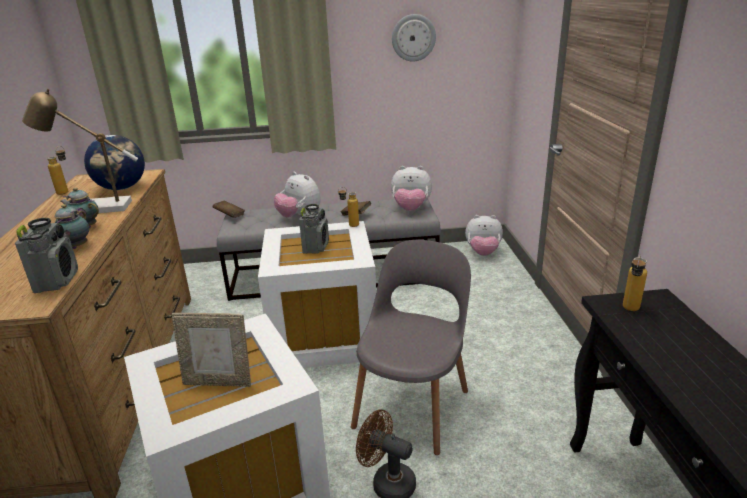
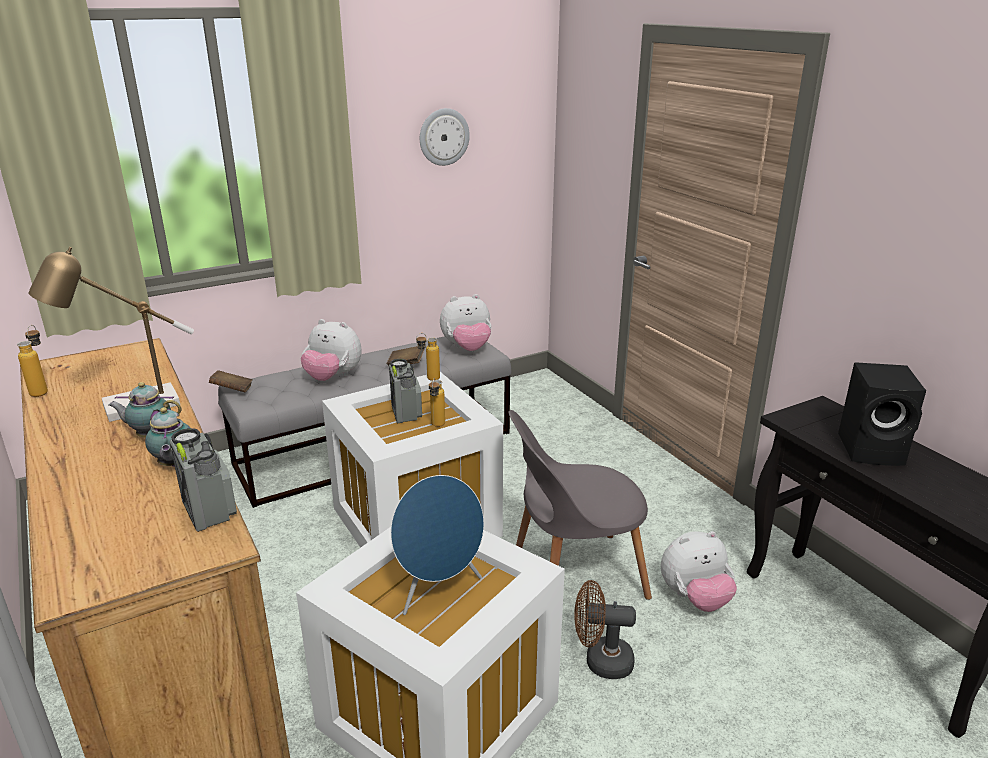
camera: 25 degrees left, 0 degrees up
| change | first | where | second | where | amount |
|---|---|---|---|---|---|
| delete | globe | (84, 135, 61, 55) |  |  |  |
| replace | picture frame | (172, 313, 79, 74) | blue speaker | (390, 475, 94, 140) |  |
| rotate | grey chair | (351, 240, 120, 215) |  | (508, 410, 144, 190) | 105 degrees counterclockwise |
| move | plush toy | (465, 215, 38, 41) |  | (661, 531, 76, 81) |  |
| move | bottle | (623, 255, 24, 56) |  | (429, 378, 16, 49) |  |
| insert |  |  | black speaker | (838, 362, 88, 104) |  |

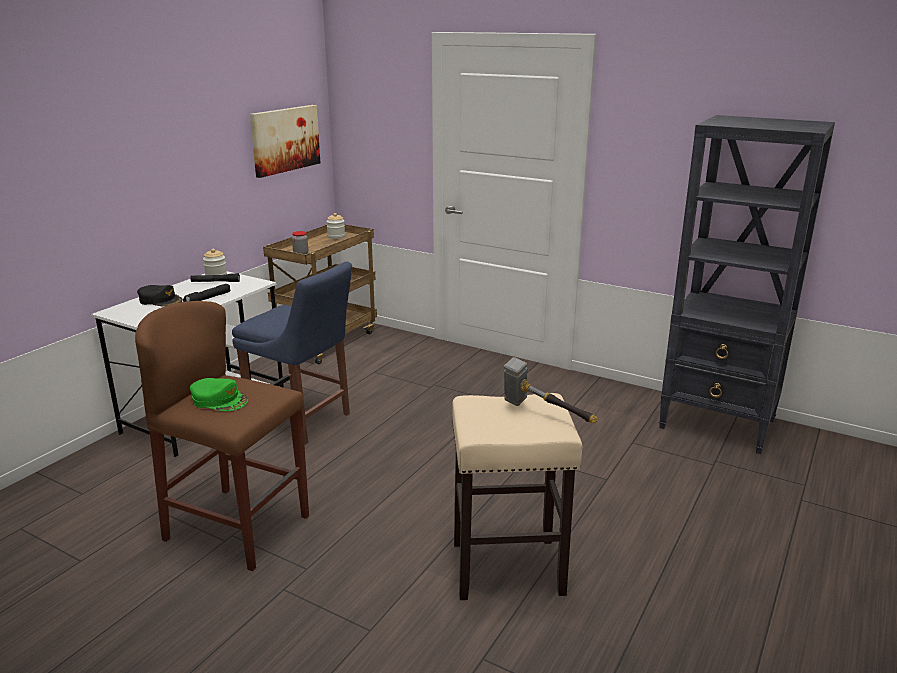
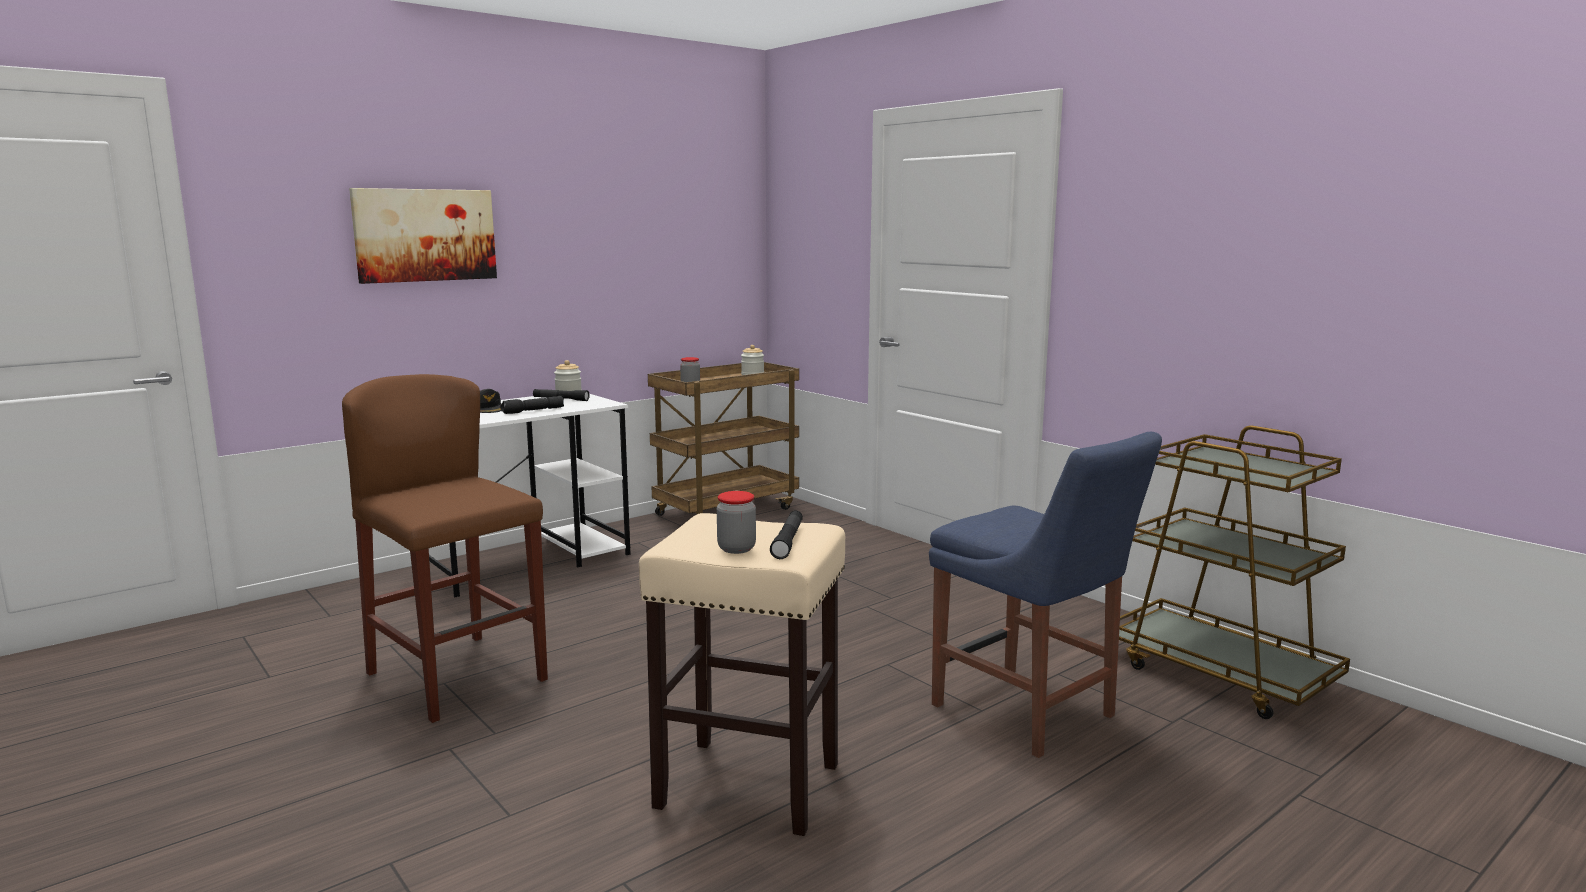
camera: 20 degrees right, 10 degrees down
| change | first | where | second | where | amount |
|---|---|---|---|---|---|
| delete | green cap | (190, 378, 58, 33) |  |  |  |
| move | blue chair | (232, 262, 120, 183) |  | (929, 432, 233, 326) |  |
| move | picture | (250, 105, 70, 73) |  | (349, 188, 148, 96) |  |
| replace | hammer | (504, 357, 94, 66) | black flashlight | (770, 510, 33, 49) |  |
| replace | black bookcase | (659, 115, 176, 339) | brown cart | (1119, 425, 231, 294) |  |
| insert |  |  | jar | (717, 491, 39, 63) |  |

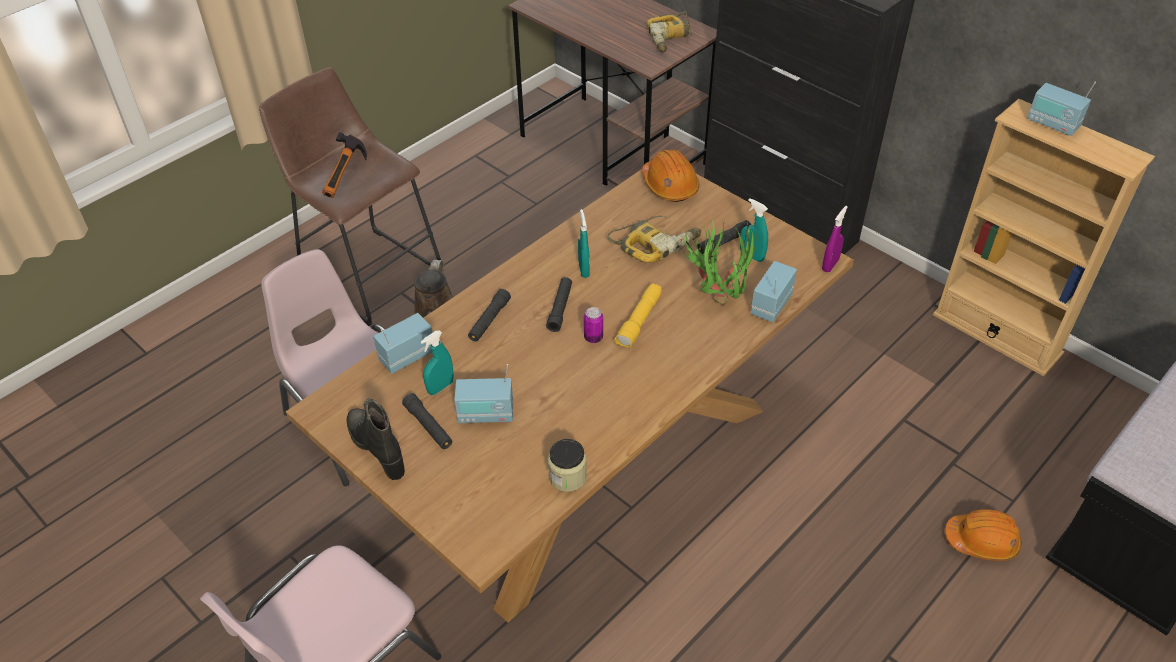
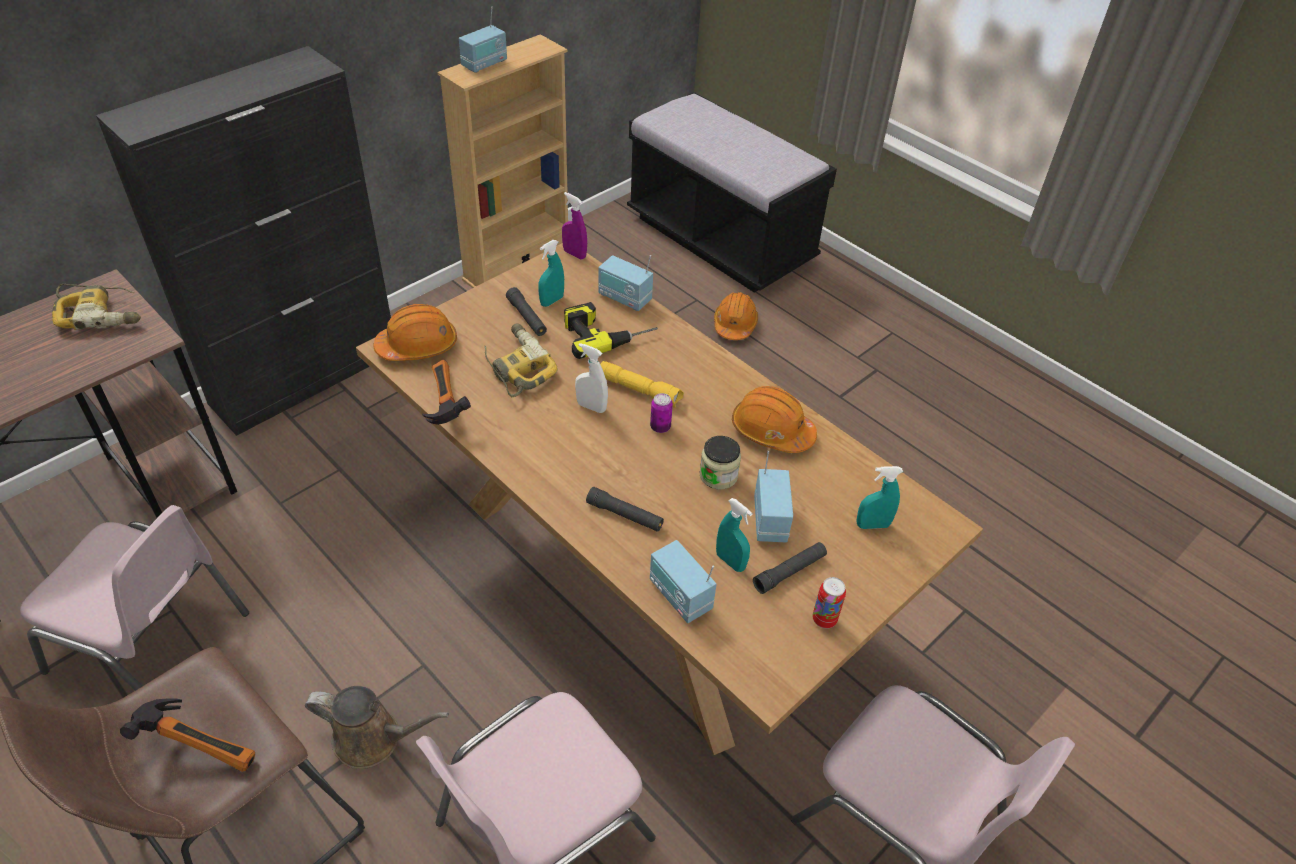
camera: 90 degrees left, 0 degrees up
| change | first | where | second | where | amount |
|---|---|---|---|---|---|
| replace | black boot | (346, 399, 59, 81) | can | (812, 577, 34, 52) |  |
| delete | black flashlight | (546, 277, 26, 55) |  |  |  |
| move | jar | (548, 439, 39, 53) |  | (700, 436, 41, 53) |  |
| move | turquoise spray bottle | (578, 209, 12, 69) |  | (856, 466, 47, 63) |  |
| replace | potted plant | (679, 220, 79, 85) | power drill | (564, 302, 94, 57) |  |
| insert |  |  | pink chair | (20, 505, 229, 186) |  |
| insert |  |  | hammer | (422, 360, 49, 65) |  |
| insert |  |  | white spray bottle | (575, 343, 33, 70) |  |
| insert |  |  | orange hard hat | (732, 386, 85, 67) |  |

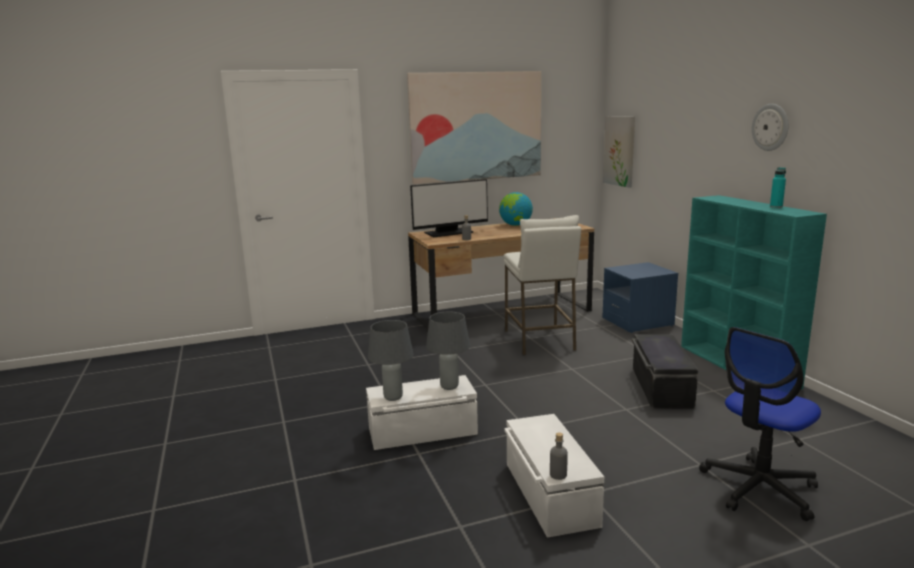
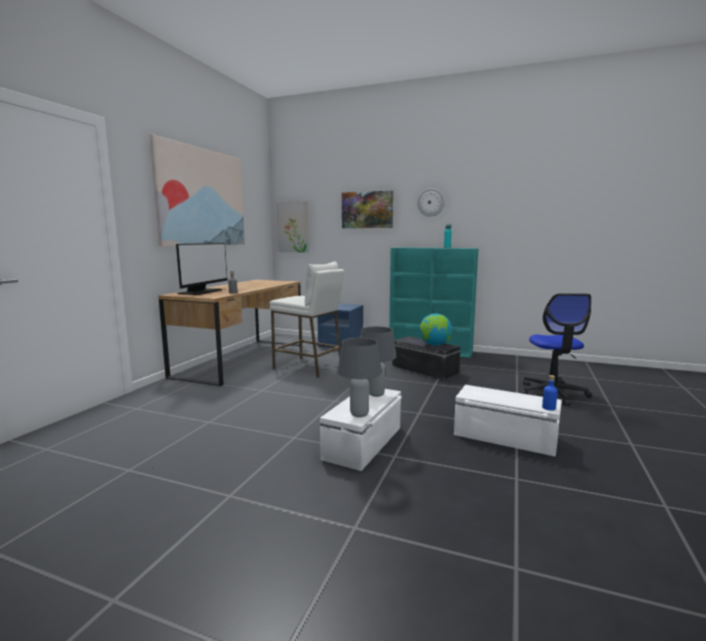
camera: 50 degrees left, 5 degrees down
| change | first | where | second | where | amount |
|---|---|---|---|---|---|
| move | globe | (499, 192, 34, 34) |  | (419, 313, 33, 33) |  |
| recolor | grey bottle | (550, 432, 18, 48) | blue bottle | (542, 375, 16, 36) |  |
| insert |  |  | picture | (342, 191, 51, 37) |  |

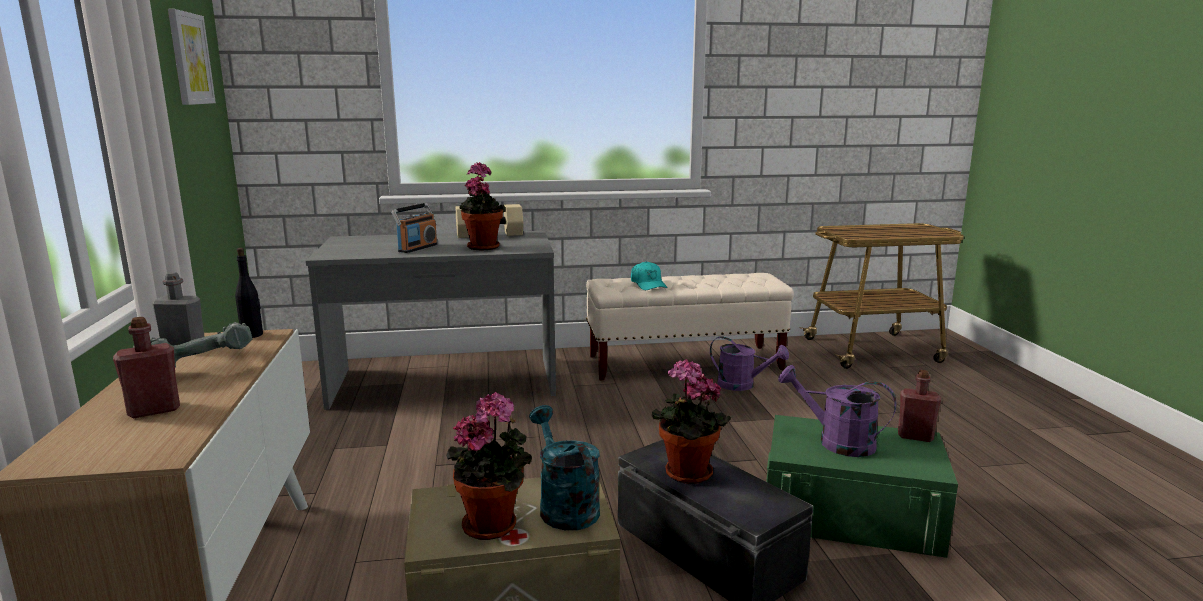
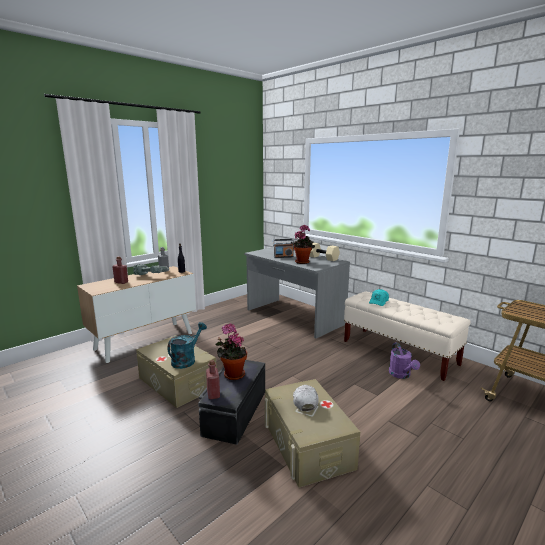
camera: 55 degrees right, 0 degrees up
| change | first | where | second | where | amount |
|---|---|---|---|---|---|
| delete | picture | (168, 9, 48, 96) |  |  |  |
| delete | potted plant | (446, 392, 86, 148) |  |  |  |
| recolor | green storage box | (766, 415, 192, 143) | beige storage box | (265, 379, 95, 109) |  |
| replace | purple watering can | (778, 365, 119, 92) | white cap | (293, 385, 26, 26) |  |
| move | red bottle | (898, 370, 43, 72) |  | (206, 360, 14, 39) |  |

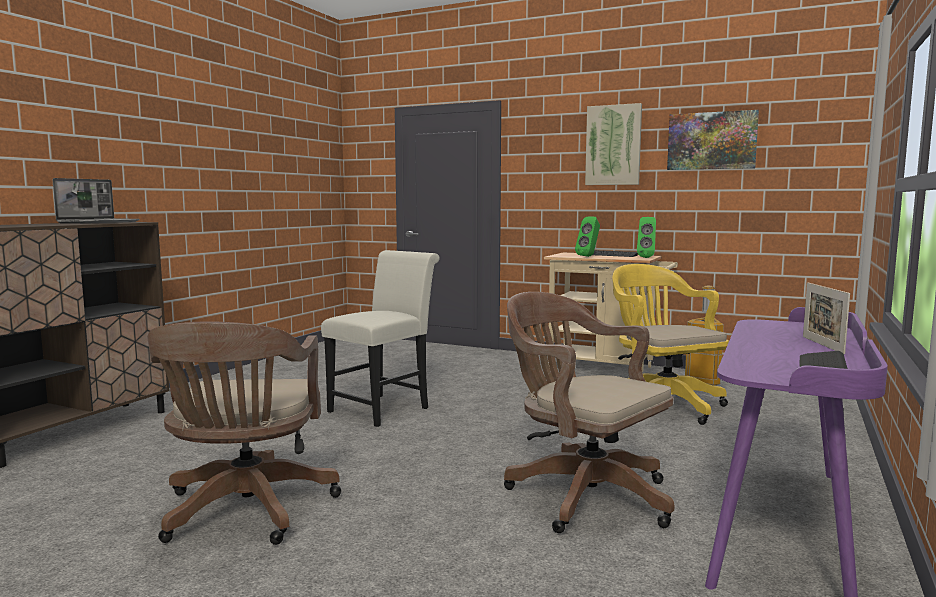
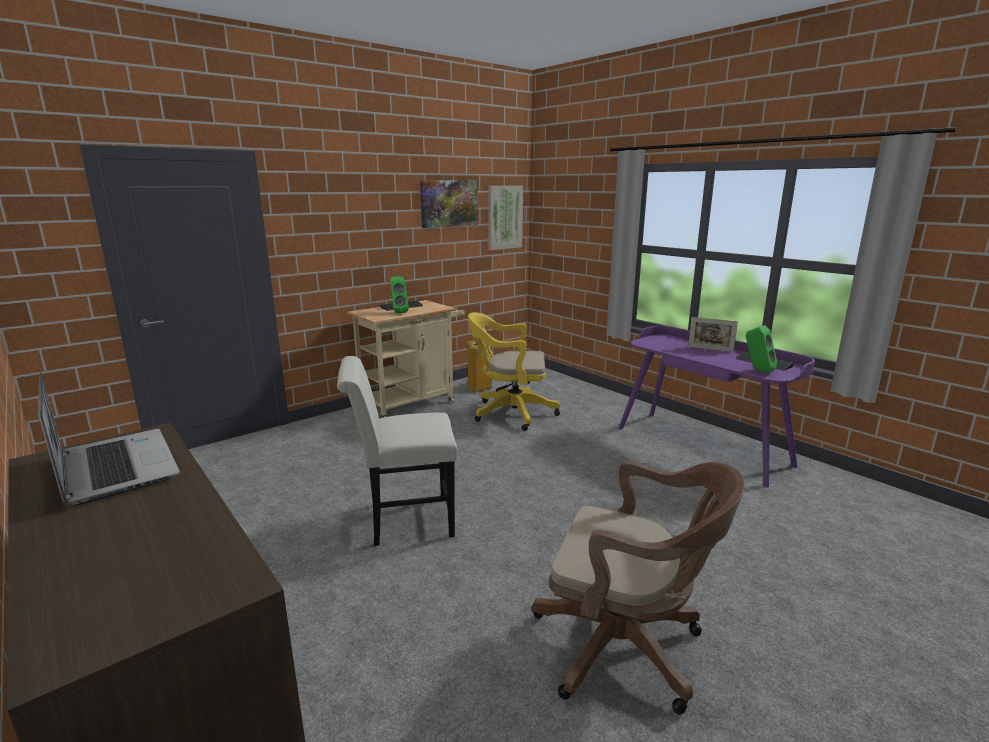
camera: 65 degrees left, 10 degrees up
| change | first | where | second | where | amount |
|---|---|---|---|---|---|
| rotate | white chair | (321, 250, 119, 177) |  | (337, 356, 120, 190) | 75 degrees counterclockwise |
| delete | brown office chair | (504, 292, 170, 241) |  |  |  |
| move | picture | (585, 103, 57, 82) |  | (488, 186, 35, 64) |  |
| move | green speaker | (637, 217, 19, 41) |  | (746, 325, 32, 48) |  |

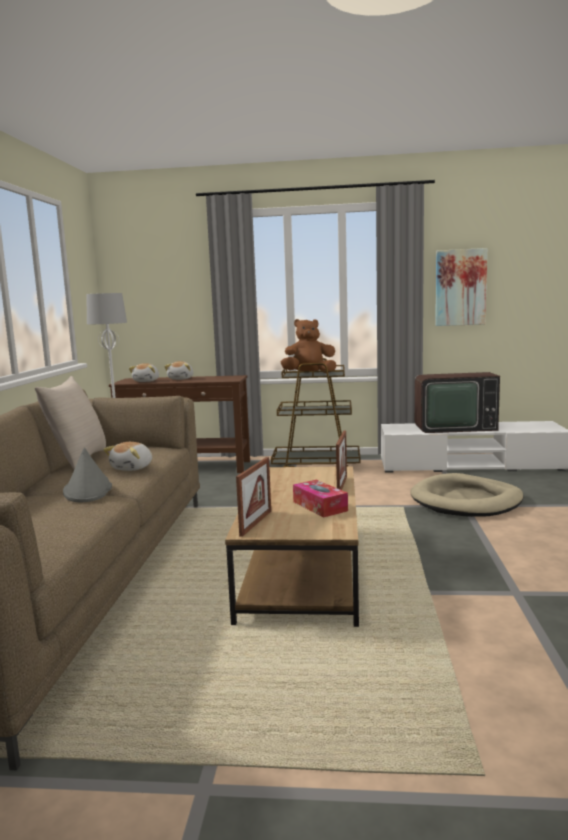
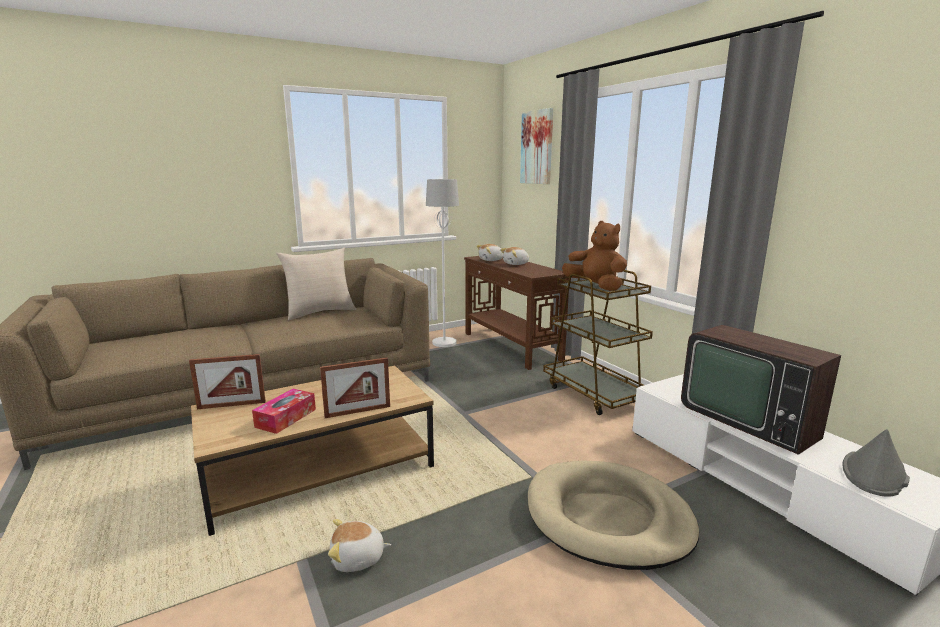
camera: 55 degrees right, 5 degrees up
| change | first | where | second | where | amount |
|---|---|---|---|---|---|
| move | grey hat | (63, 448, 49, 54) |  | (843, 429, 67, 68) |  |
| move | plush toy | (103, 442, 49, 29) |  | (328, 519, 63, 53) |  |
| move | picture | (435, 248, 52, 78) |  | (520, 108, 33, 76) |  |

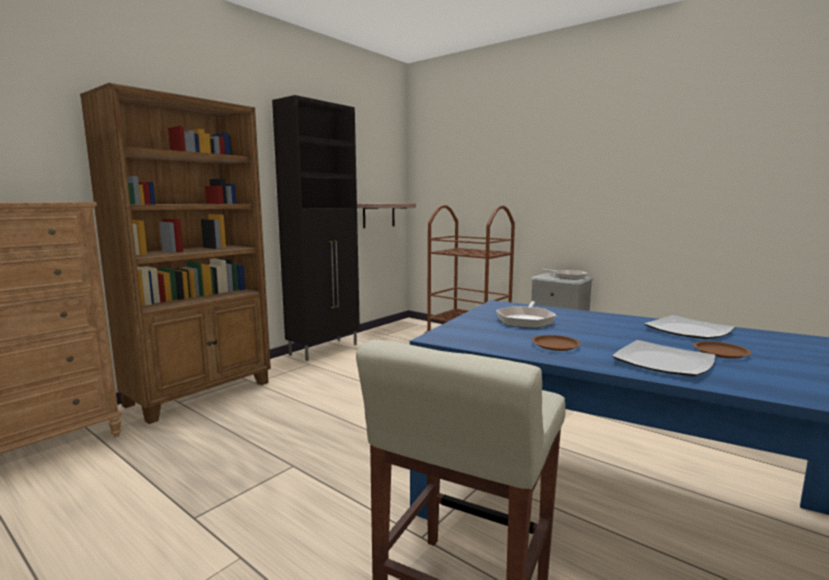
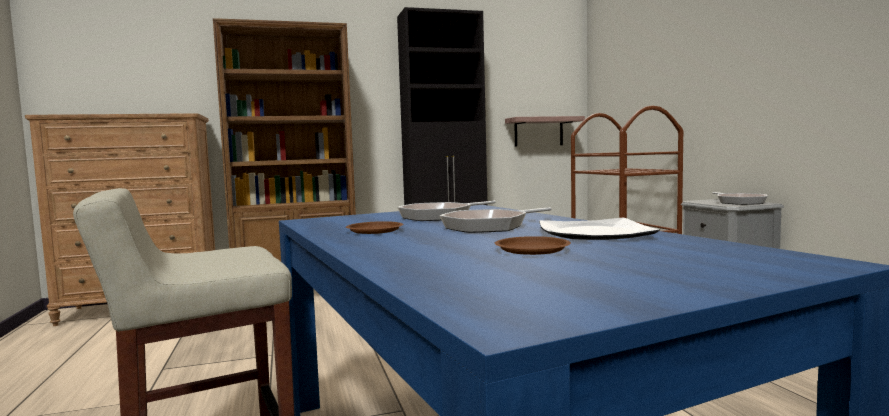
camera: 35 degrees right, 5 degrees down
| change | first | where | second | where | amount |
|---|---|---|---|---|---|
| delete | plate | (612, 340, 104, 37) |  |  |  |
| insert |  |  | frying pan | (440, 207, 112, 26) |  |

